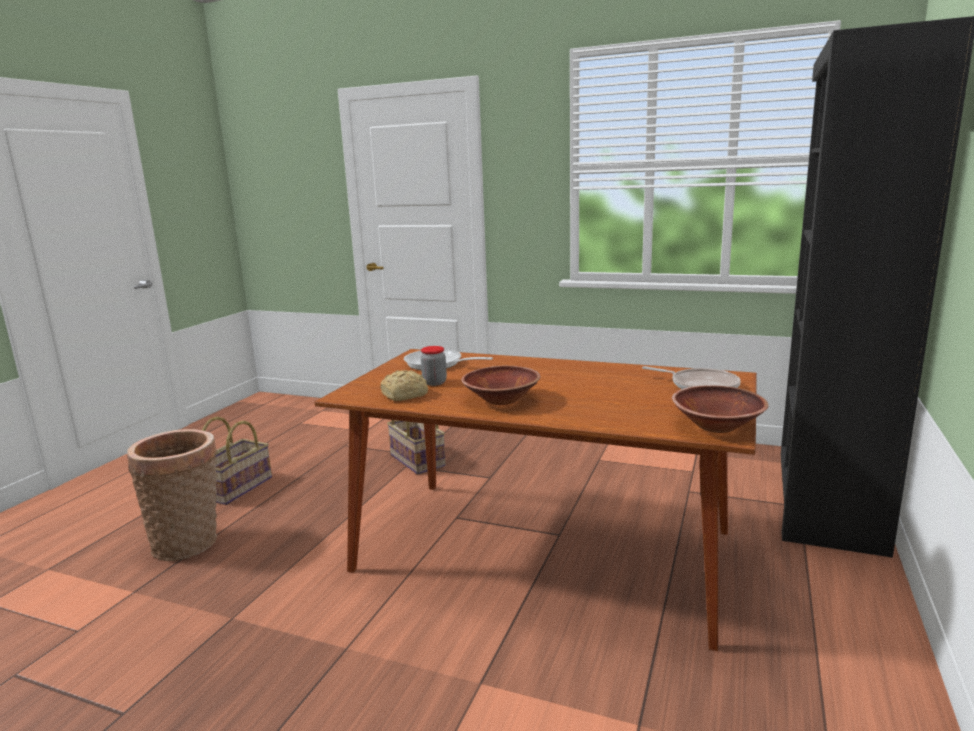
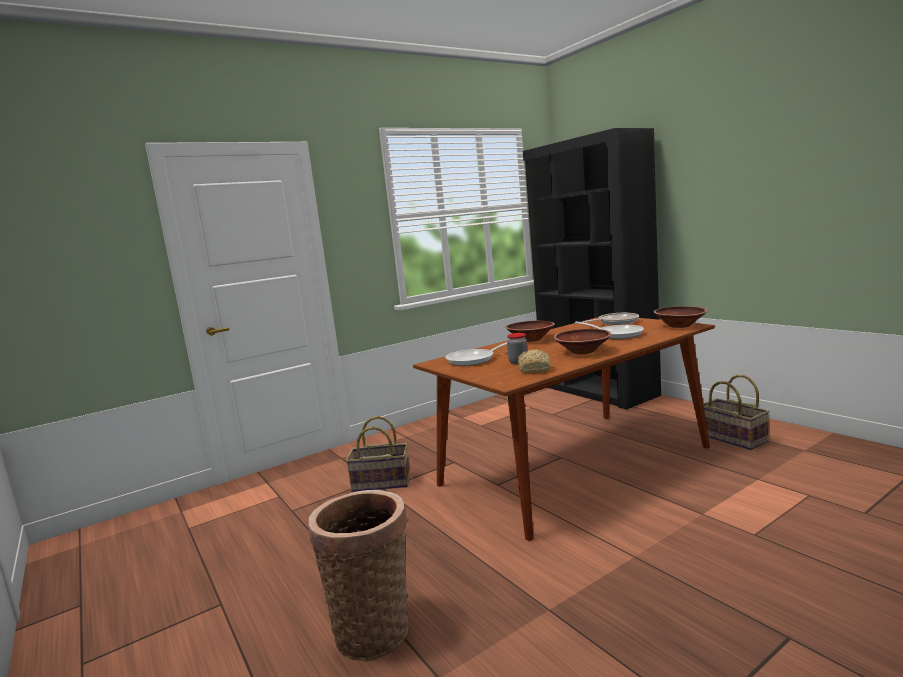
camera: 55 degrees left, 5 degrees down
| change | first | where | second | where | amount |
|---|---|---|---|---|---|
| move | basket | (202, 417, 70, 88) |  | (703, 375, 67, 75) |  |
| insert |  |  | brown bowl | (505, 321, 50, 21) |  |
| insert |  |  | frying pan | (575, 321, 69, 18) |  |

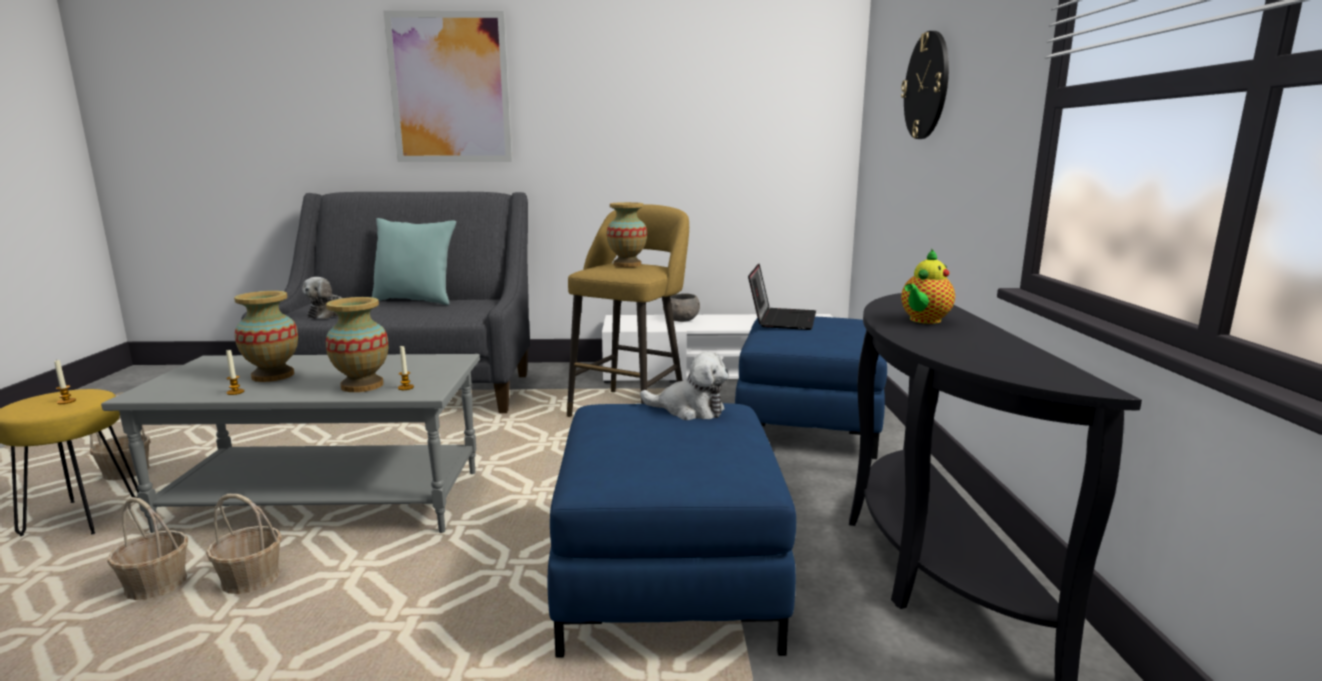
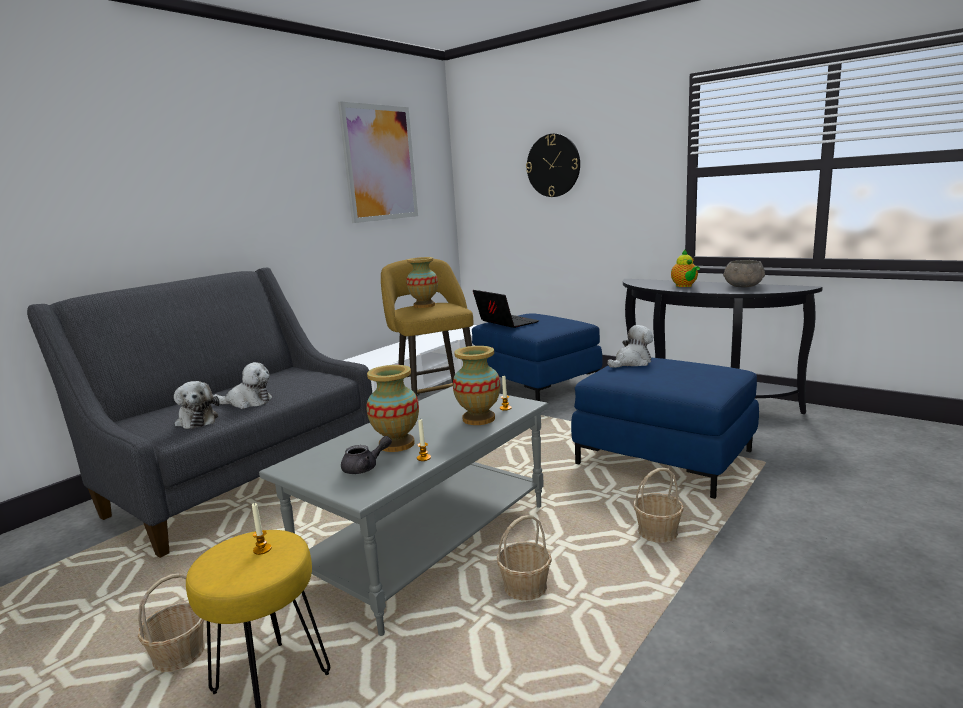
camera: 50 degrees left, 0 degrees up
| change | first | where | second | where | amount |
|---|---|---|---|---|---|
| move | basket | (107, 497, 81, 103) |  | (633, 468, 51, 75) |  |
| delete | turquoise pillow | (372, 218, 84, 87) |  |  |  |
| move | picture | (383, 10, 130, 152) |  | (338, 101, 80, 122) |  |
| move | grey bowl | (663, 293, 37, 29) |  | (723, 260, 42, 28) |  |
| insert |  |  | plush toy | (213, 362, 59, 47) |  |
| insert |  |  | grey teapot | (341, 436, 51, 38) |  |

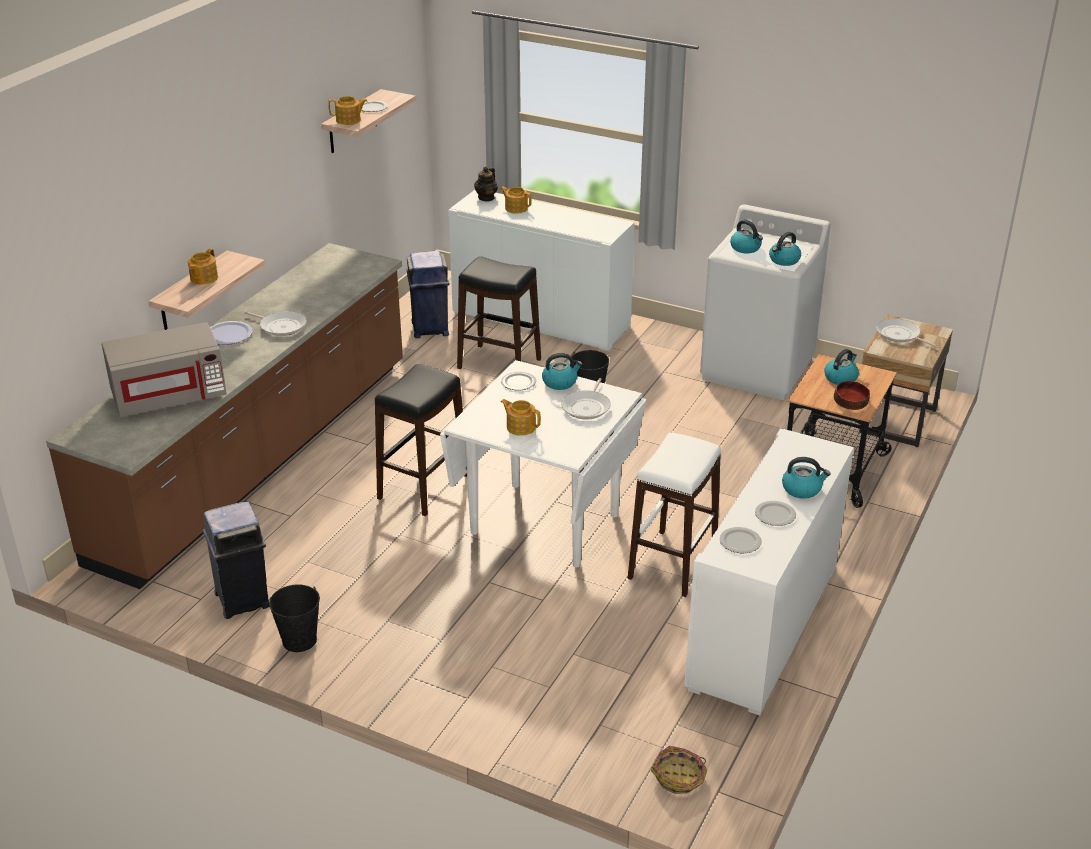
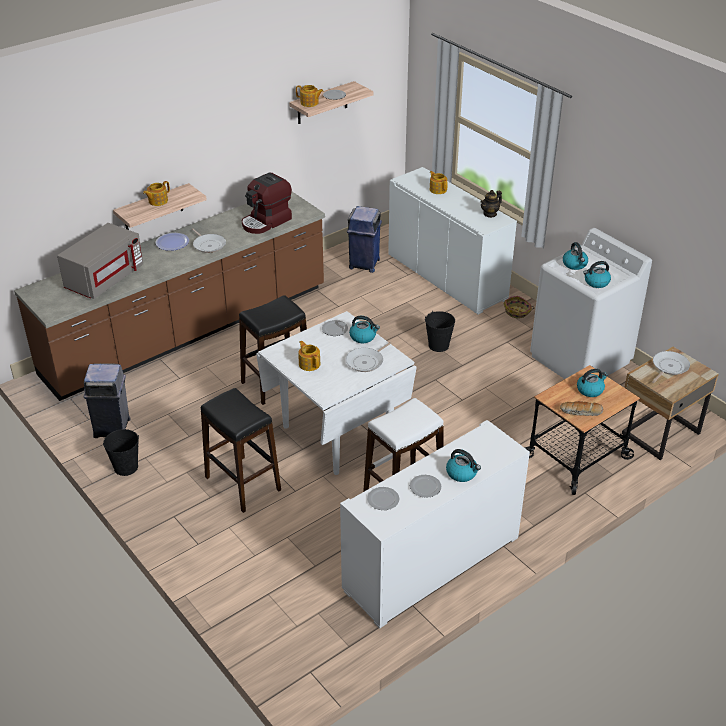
camera: 25 degrees right, 5 degrees up
| change | first | where | second | where | amount |
|---|---|---|---|---|---|
| rotate | grey microwave | (101, 322, 126, 95) |  | (57, 223, 86, 76) | 60 degrees counterclockwise |
| move | black stool | (457, 256, 84, 113) |  | (201, 388, 80, 125) |  |
| move | teapot | (474, 166, 24, 35) |  | (480, 190, 22, 28) |  |
| move | basket | (650, 746, 57, 48) |  | (503, 296, 31, 22) |  |
| replace | bowl | (834, 381, 36, 29) | bread | (560, 401, 43, 15) |  |
| rotate | frying pan | (876, 318, 63, 30) |  | (652, 351, 38, 32) | 60 degrees clockwise |
| insert |  |  | coffee machine | (242, 172, 50, 62) |  |

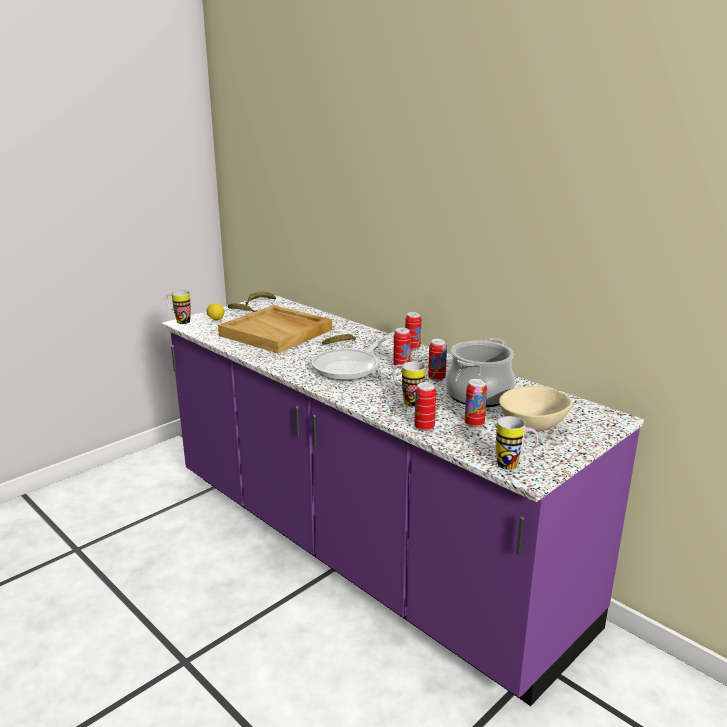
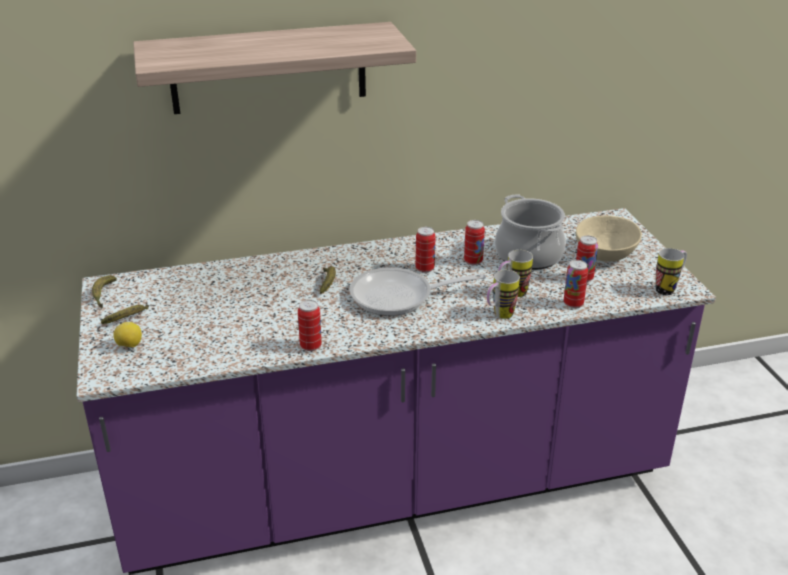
camera: 60 degrees left, 10 degrees up
| change | first | where | second | where | amount |
|---|---|---|---|---|---|
| move | mug | (166, 291, 25, 33) |  | (487, 270, 33, 49) |  |
| delete | beige tray | (218, 305, 114, 49) |  |  |  |
| rotate | frying pan | (312, 332, 82, 48) |  | (350, 267, 136, 49) | 105 degrees clockwise |
| move | can | (405, 312, 16, 38) |  | (298, 300, 24, 51) |  |
| insert |  |  | shelf | (133, 22, 283, 92) |  |

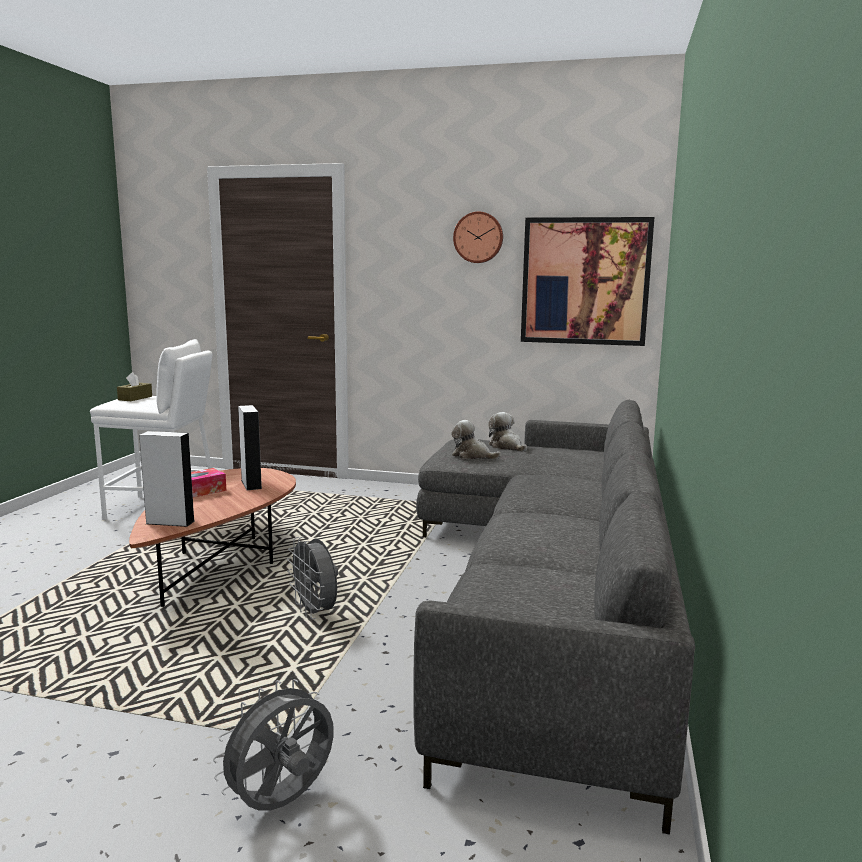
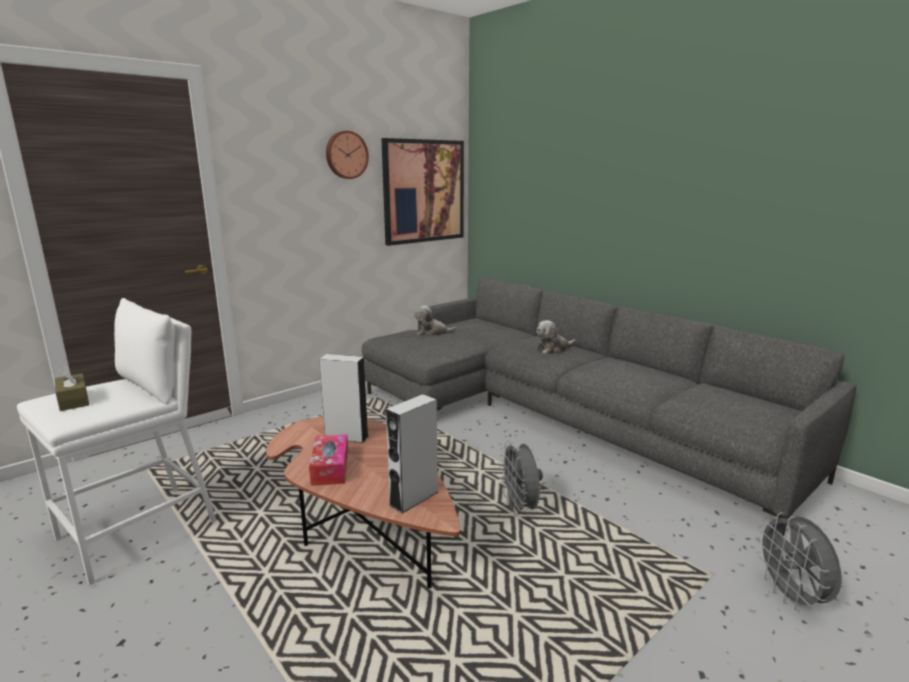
camera: 55 degrees left, 5 degrees up
| change | first | where | second | where | amount |
|---|---|---|---|---|---|
| rotate | grey fan | (287, 537, 51, 82) |  | (499, 441, 44, 75) | 75 degrees clockwise |
| move | plush toy | (451, 420, 50, 39) |  | (536, 320, 40, 34) |  |

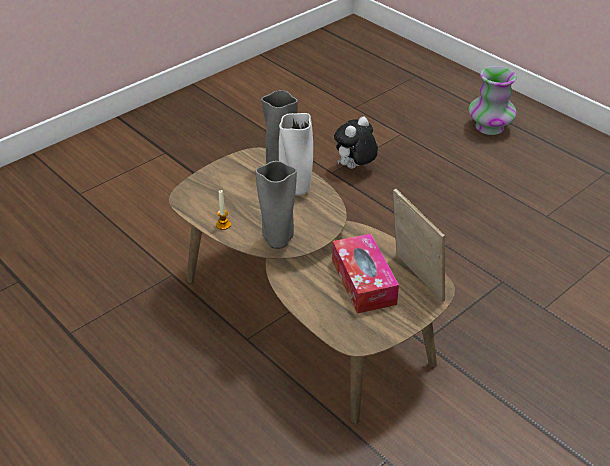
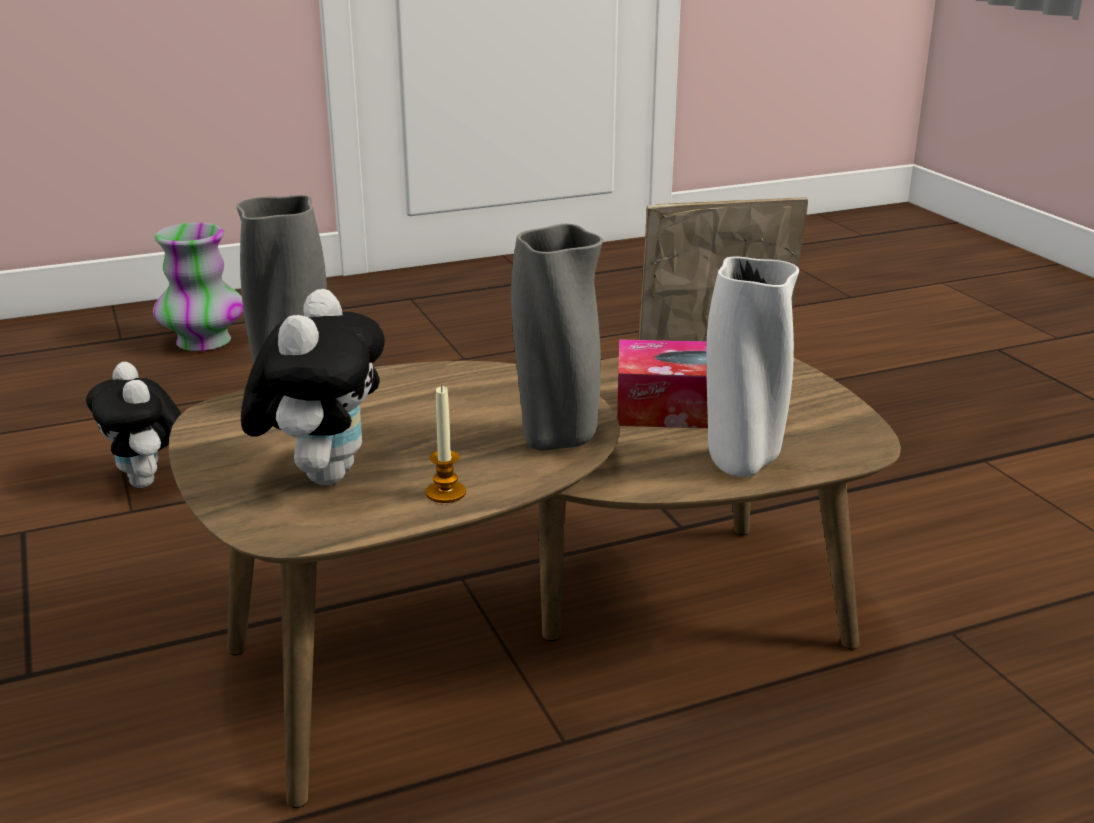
camera: 70 degrees left, 15 degrees down
| change | first | where | second | where | amount |
|---|---|---|---|---|---|
| move | white vase | (279, 113, 34, 83) |  | (706, 256, 93, 221) |  |
| insert |  |  | plush toy | (241, 289, 144, 196) |  |

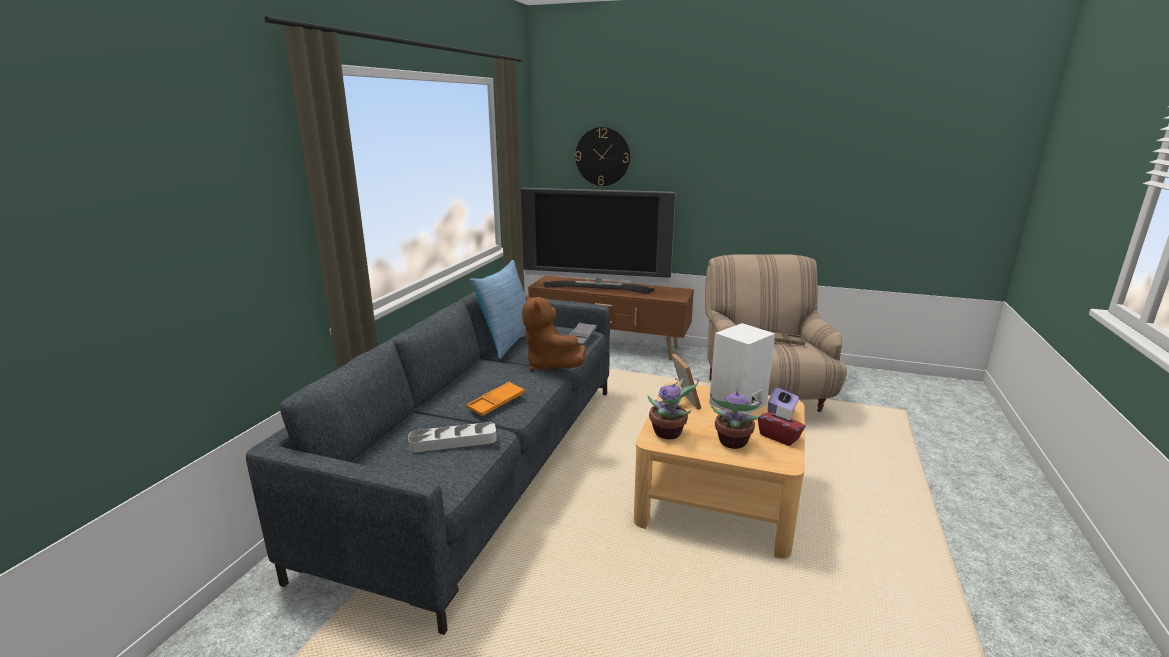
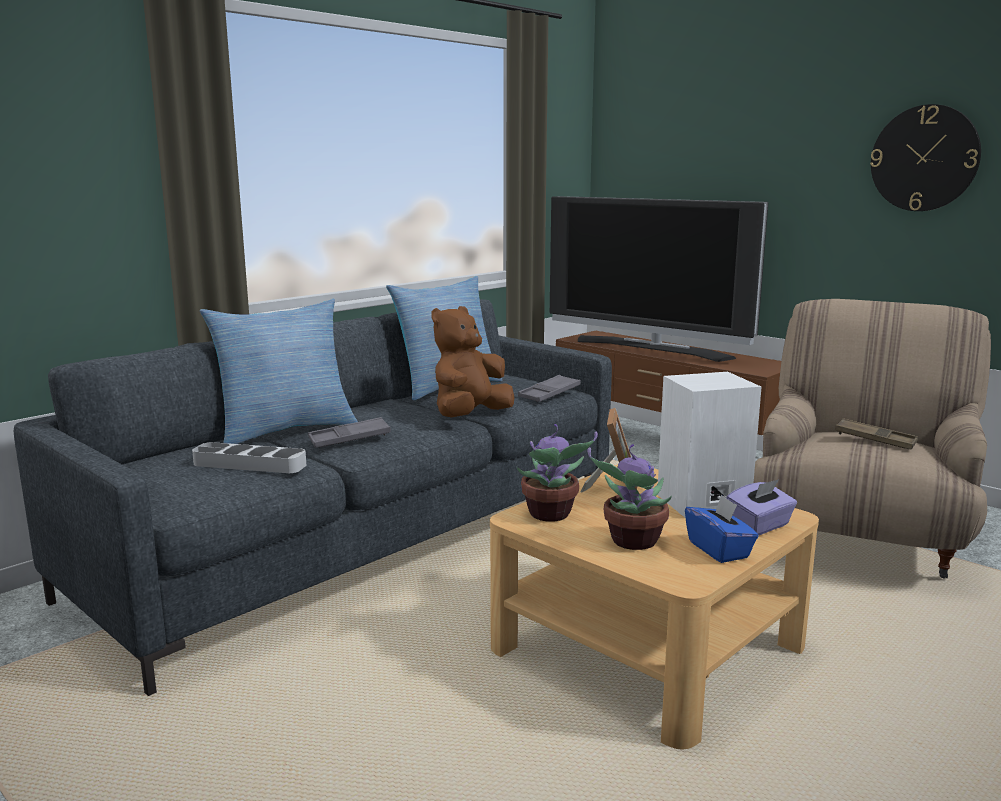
camera: 25 degrees right, 5 degrees down
| change | first | where | second | where | amount |
|---|---|---|---|---|---|
| recolor | orange tray | (467, 382, 58, 34) | grey tray | (308, 417, 83, 31) |  |
| rotate | brown plush toy | (522, 295, 64, 76) |  | (431, 306, 84, 111) | 45 degrees clockwise |
| move | wall clock | (575, 127, 55, 59) |  | (870, 104, 111, 107) |  |
| recolor | red tissue box | (758, 405, 47, 41) | blue tissue box | (685, 494, 73, 69) |  |
| insert |  |  | pillow | (200, 299, 158, 145) |  |

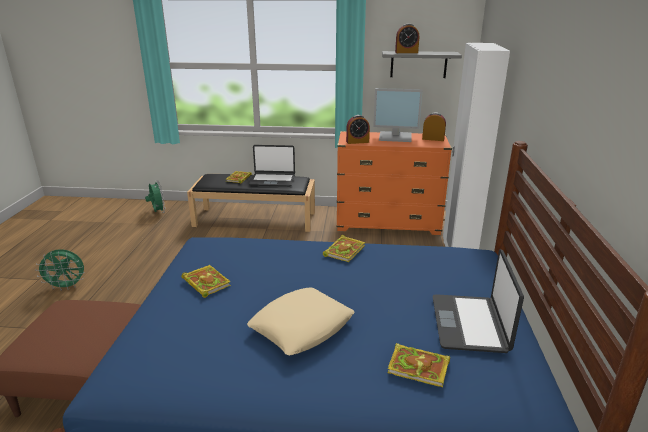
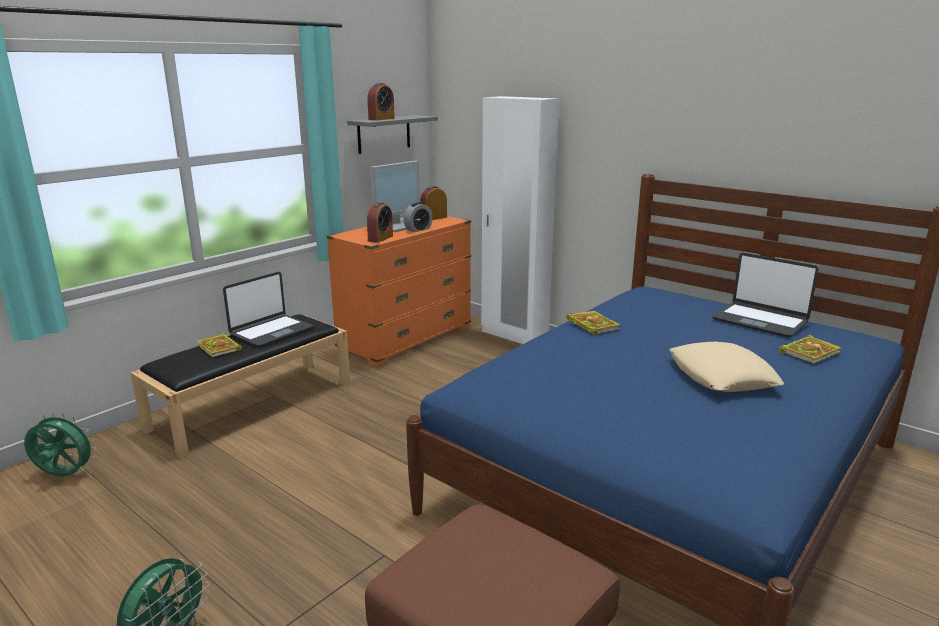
camera: 55 degrees left, 5 degrees down
| change | first | where | second | where | amount |
|---|---|---|---|---|---|
| delete | book | (181, 265, 50, 33) |  |  |  |
| insert |  |  | alarm clock | (404, 202, 29, 30) |  |

